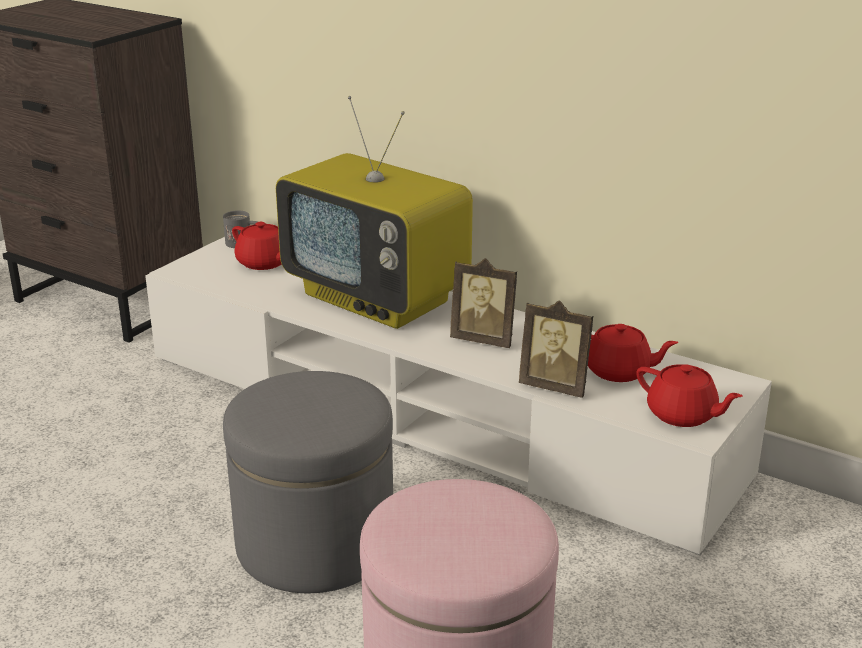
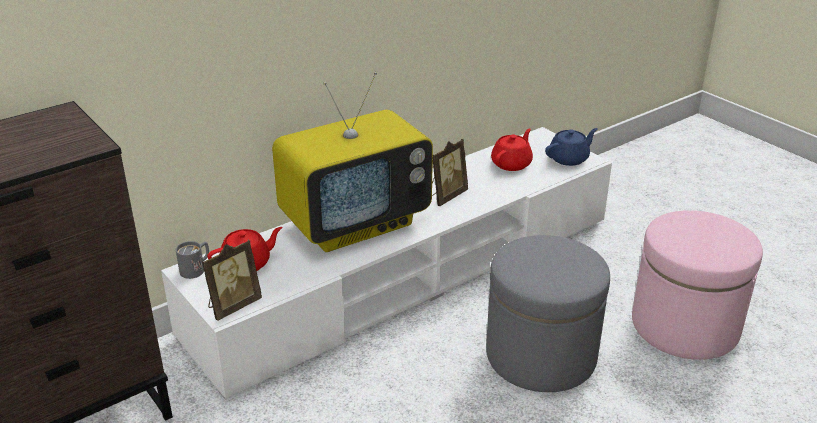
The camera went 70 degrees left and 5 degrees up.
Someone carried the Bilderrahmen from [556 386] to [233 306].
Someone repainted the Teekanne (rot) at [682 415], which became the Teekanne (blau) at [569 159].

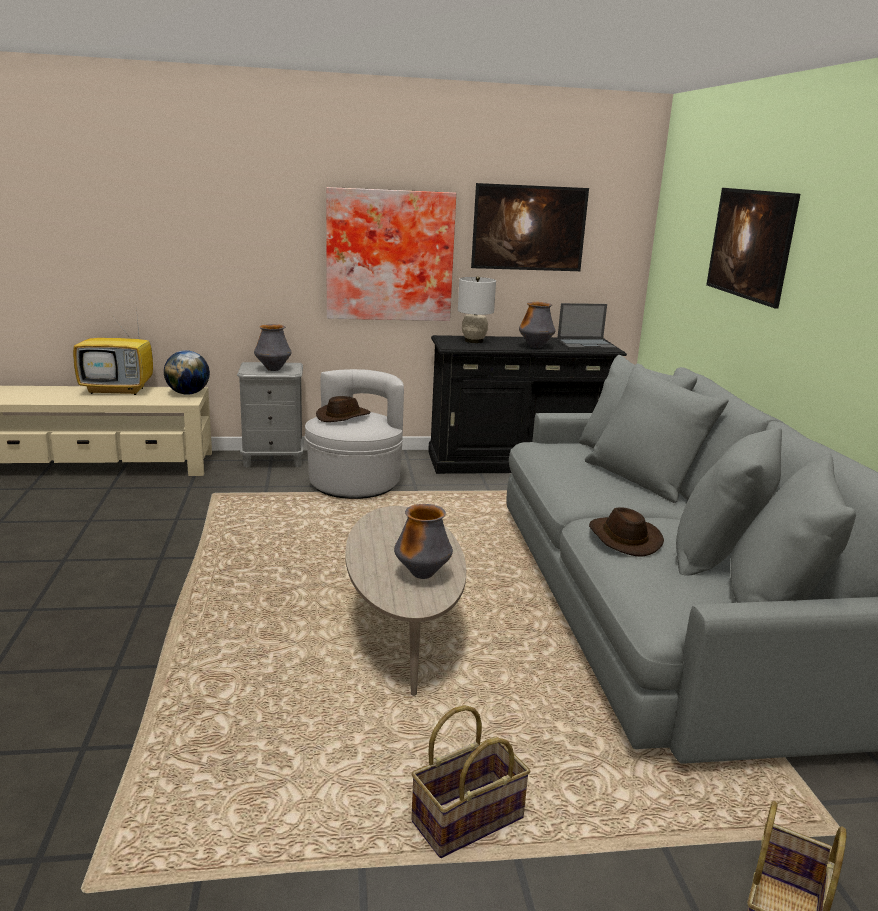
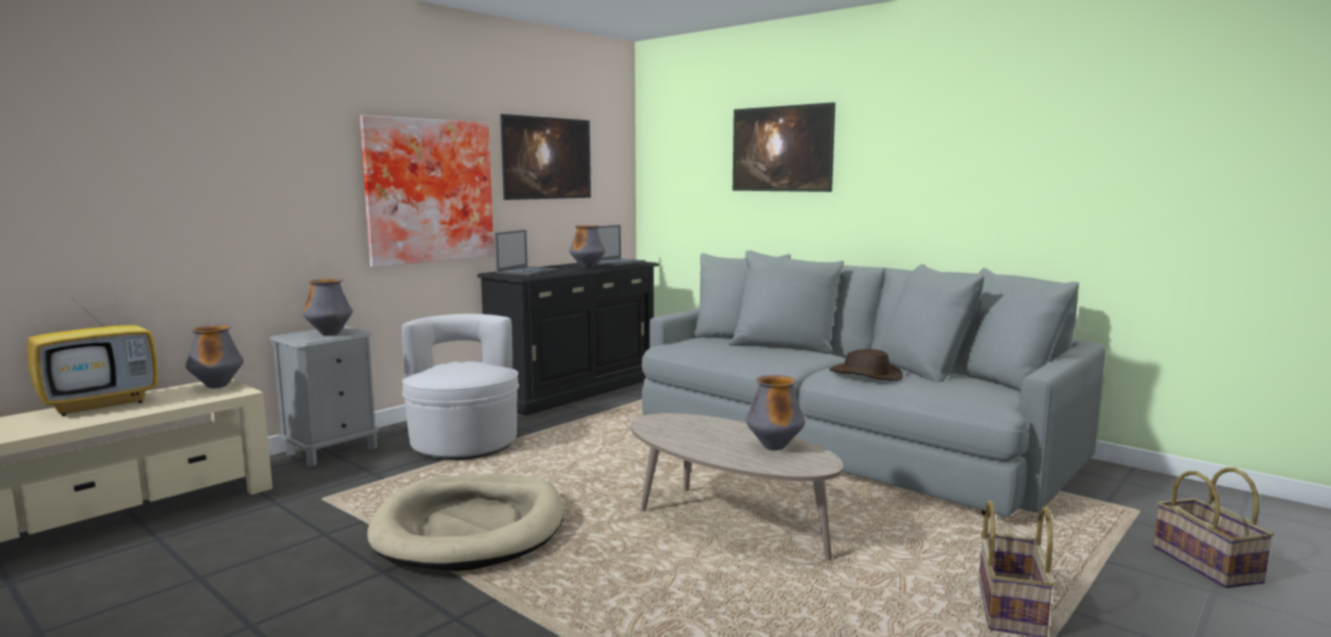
The camera went 40 degrees left and 10 degrees down.
Someone swapped the Tischlampe (weiß) at [474 341] for the Laptop at [527 271].
Someone swapped the Globus at [188 393] for the Vase at [217 386].
Someone took away the Hut (braun) at [343 416].
Someone put down the Hundebett (beige) at [470 528].

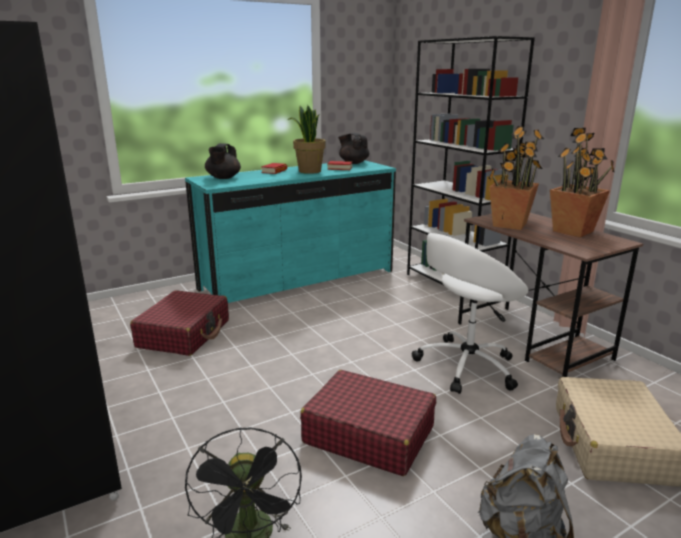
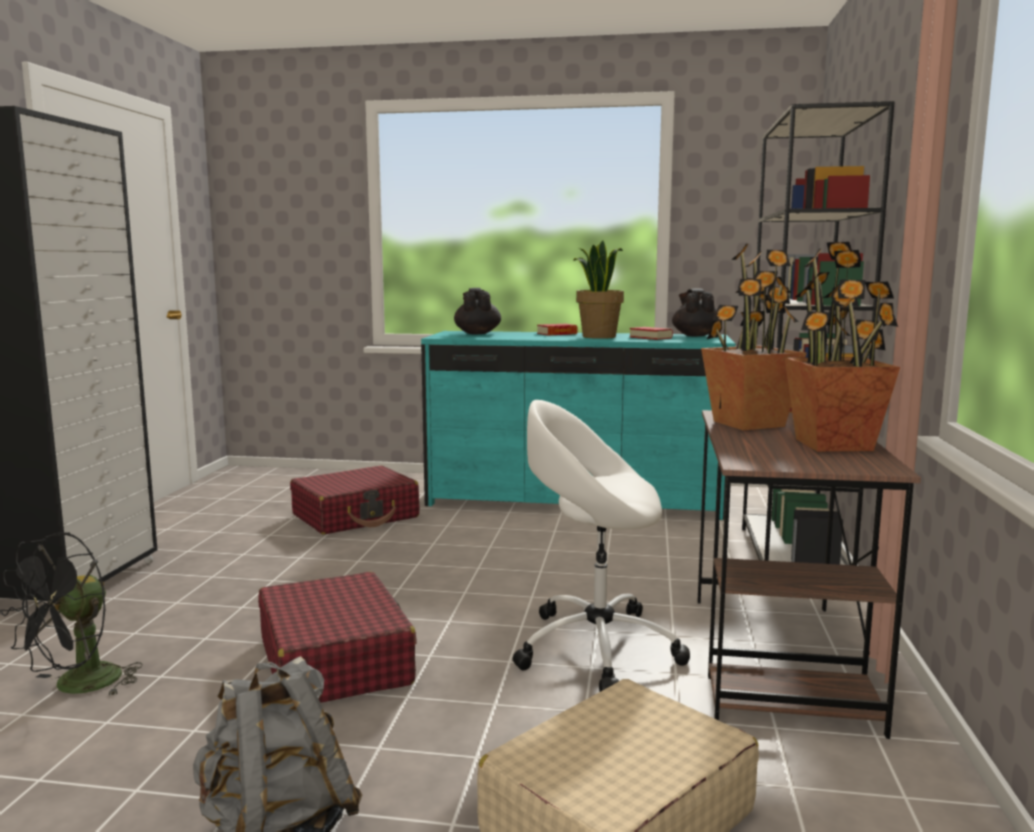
The camera went 40 degrees right and 10 degrees down.
Someone rotated the Teekanne (schwarz) at [223 178] by 120 degrees clockwise.

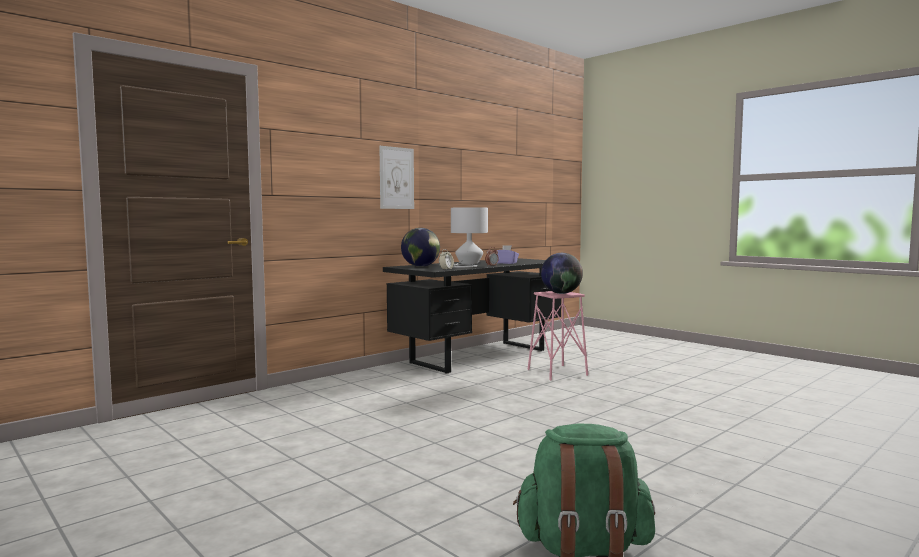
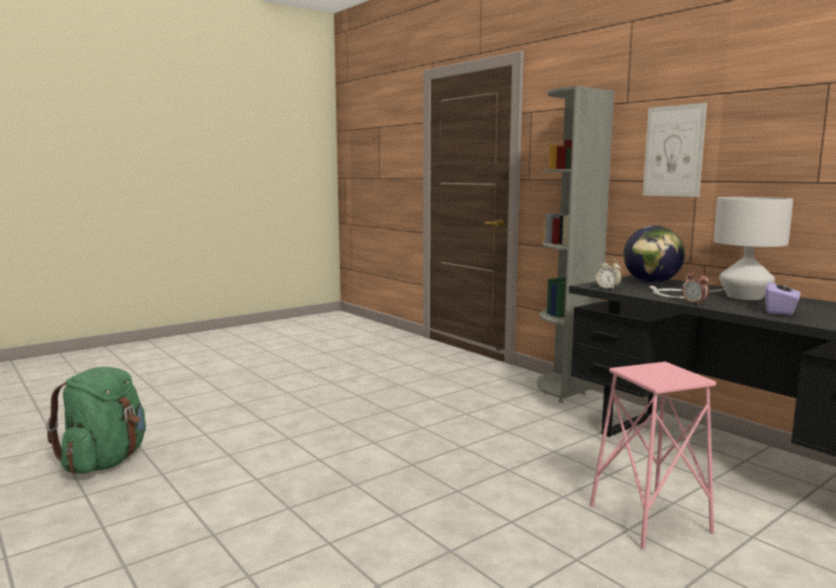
The camera went 95 degrees right and 5 degrees up.
Someone took away the Globus at [561 293].
Someone put down the Bücherregal (grau) at [561 393].

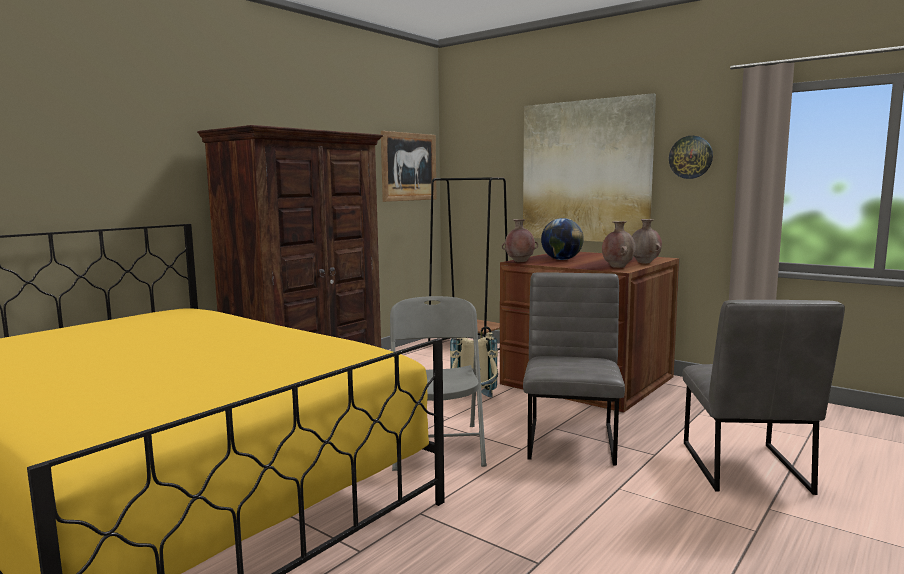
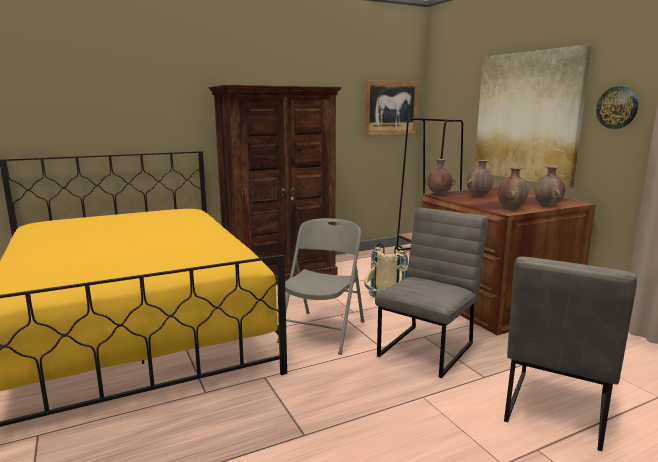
The camera went 25 degrees right and 5 degrees up.
Someone swapped the Globus at [561 259] for the Vase (braun) at [479 196].

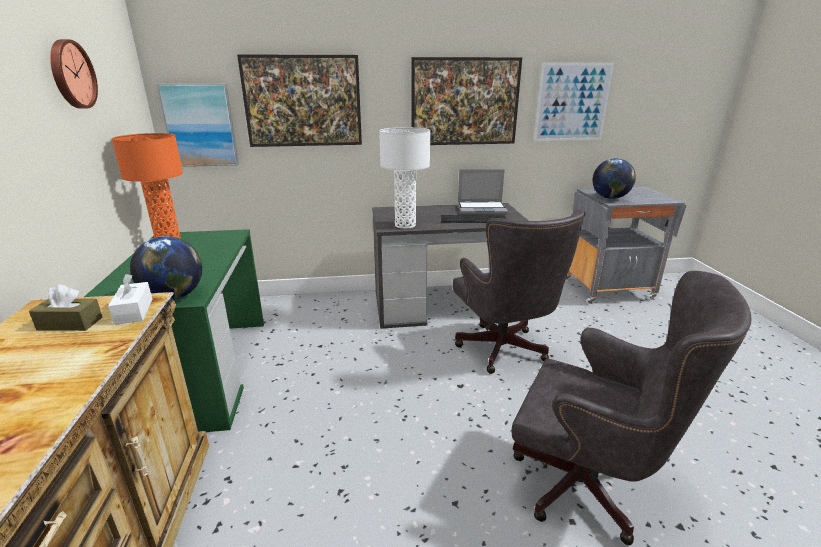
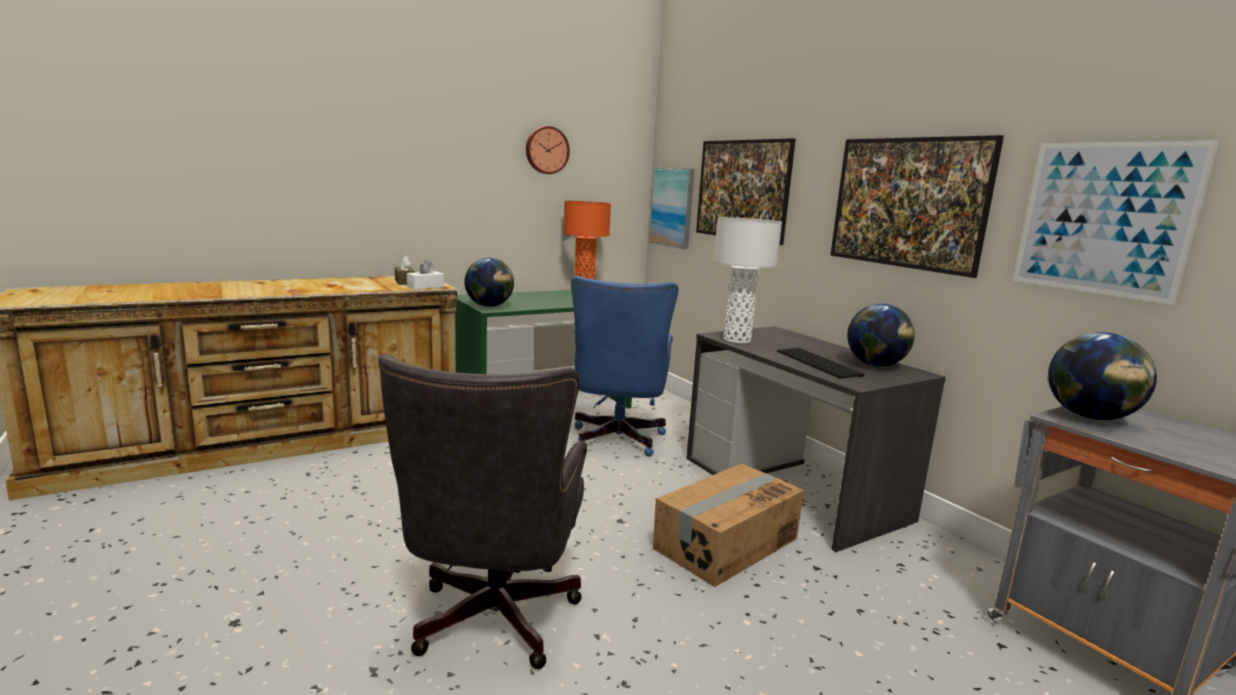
The camera went 65 degrees right and 10 degrees down.
Someone swapped the Laptop at [482 209] for the Globus at [875 365].
Someone swapped the Bürostuhl (grau) at [504 351] for the Karton at [725 543].
Someone put down the Bürostuhl (blau) at [617 441].

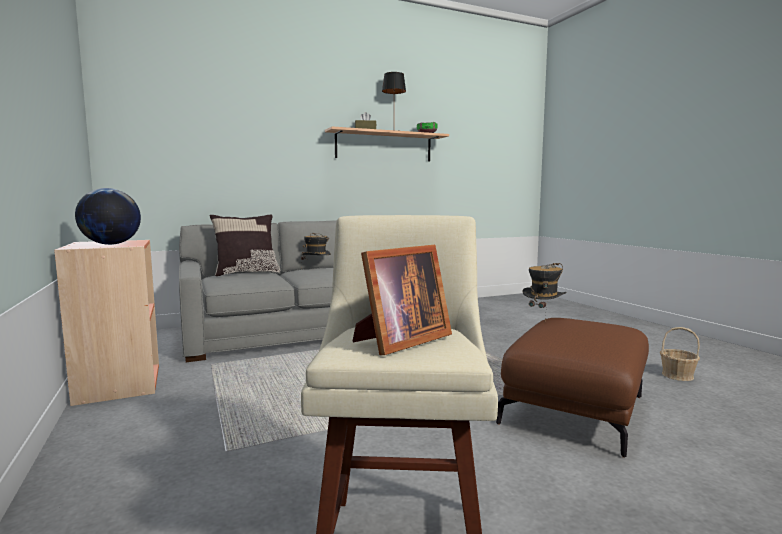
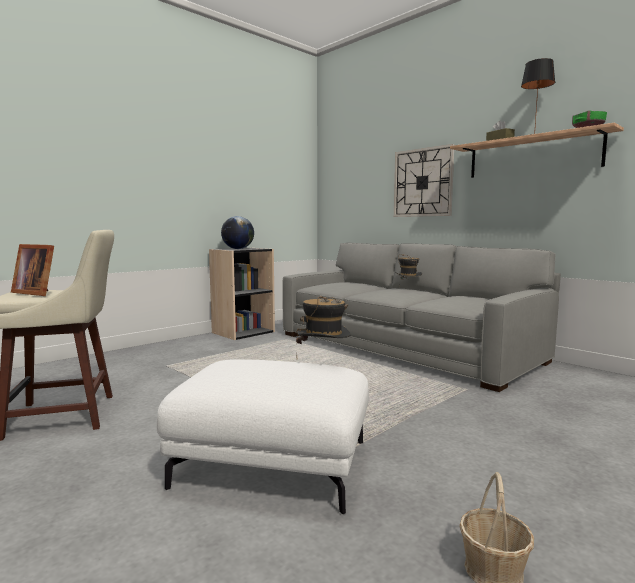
The camera went 70 degrees right and 0 degrees up.
Someone took away the Kissen at [246 273].
Someone repainted the Bücherregal (orange) at [118 383], which became the Bücherregal (schwarz) at [243 332].
Someone repainted the Polsterhocker (braun) at [576 411], which became the Polsterhocker (weiß) at [271 466].
Someone put up the Wanduhr at [423 182].

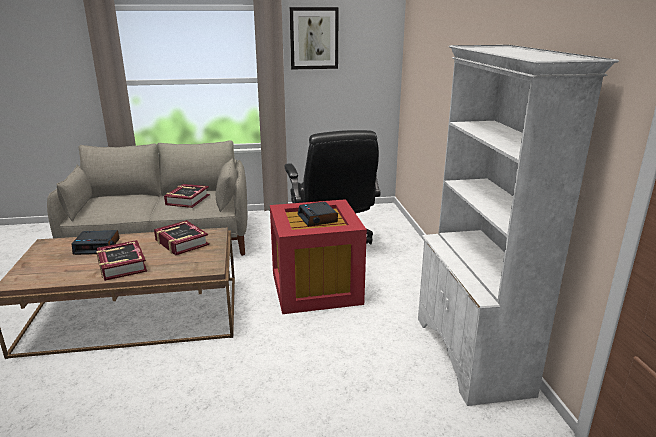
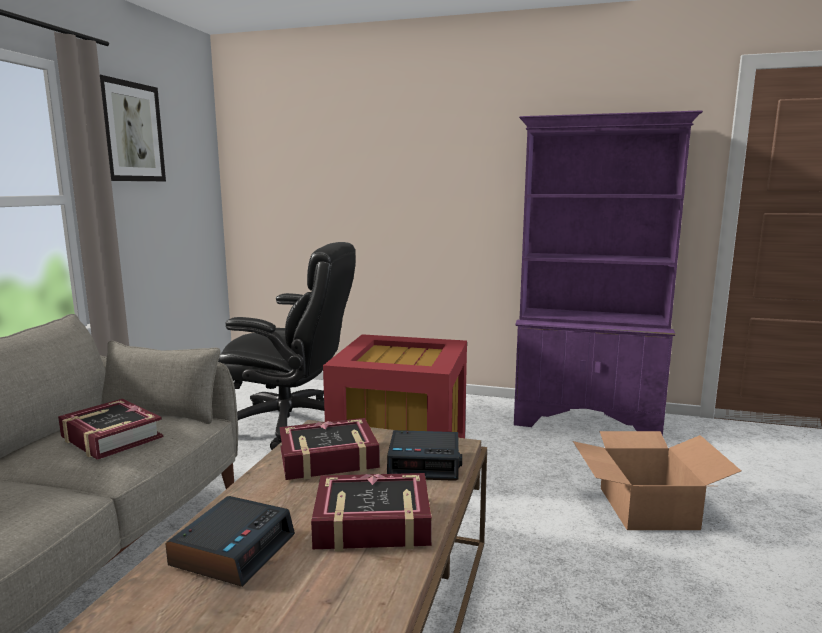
The camera went 65 degrees left and 10 degrees down.
Someone repainted the Bücherregal (weiß) at [472 354], which became the Bücherregal (lila) at [585 419].
Someone carried the Wecker from [318 218] to [425 463].
Someone put down the Karton at [646 508].

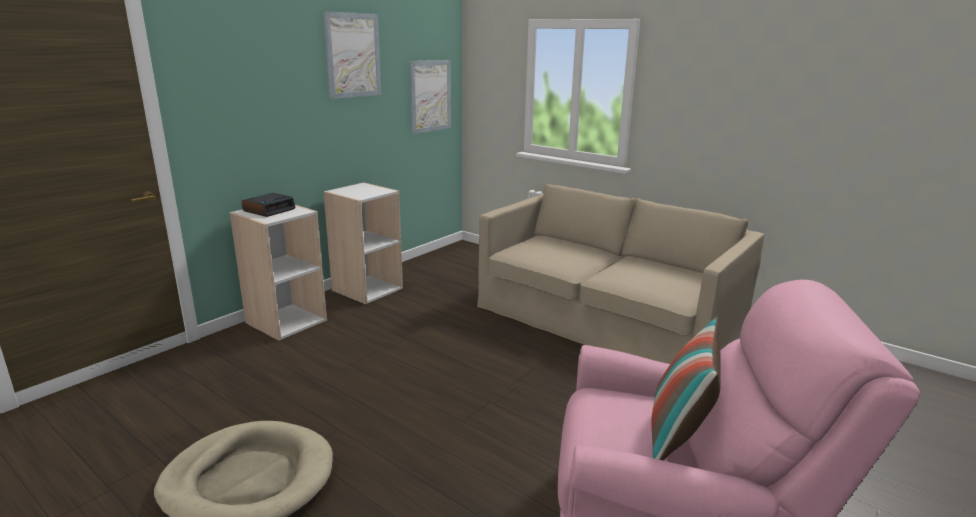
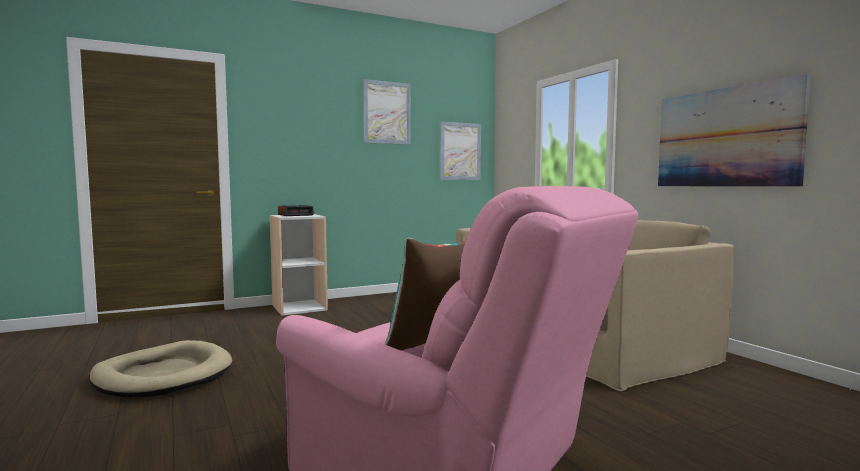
The camera went 25 degrees right and 15 degrees down.
Someone took away the Bücherregal at [368 289].
Someone put up the Bild at [726 137].

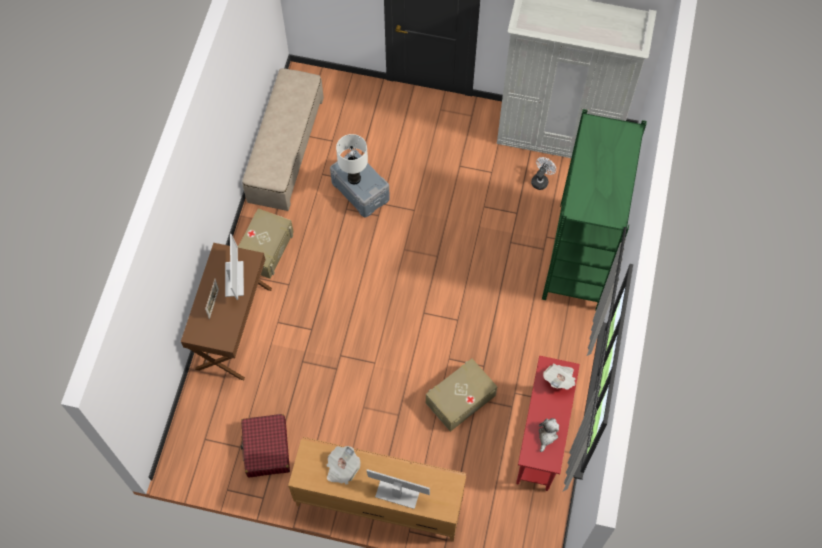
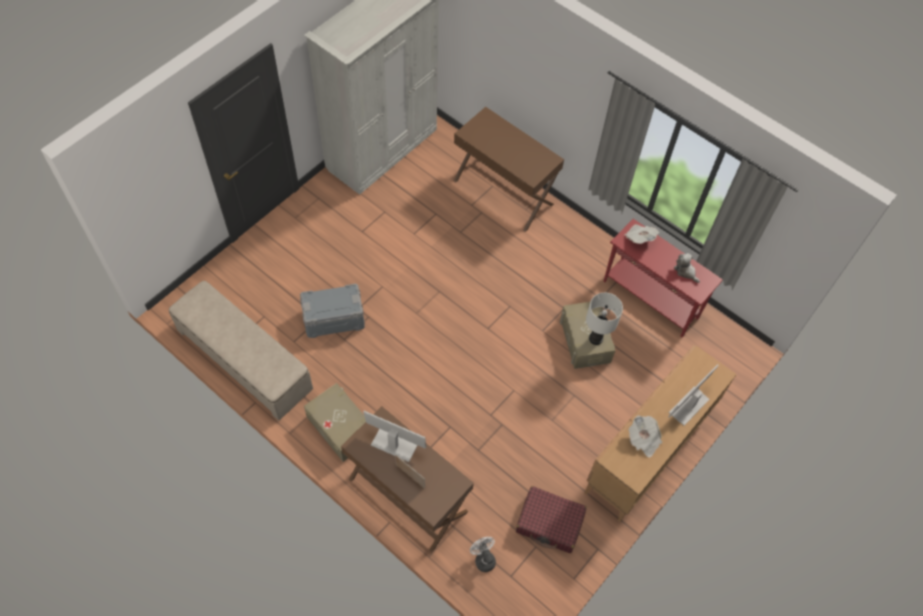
The camera went 65 degrees left and 5 degrees down.
Someone swapped the Bücherregal (grün) at [579 256] for the Schreibtisch (braun) at [503 192].
Someone carried the Tischlampe (weiß) from [354 179] to [596 339].
Someone carried the Ventilator (weiß) from [541 180] to [483 558].

